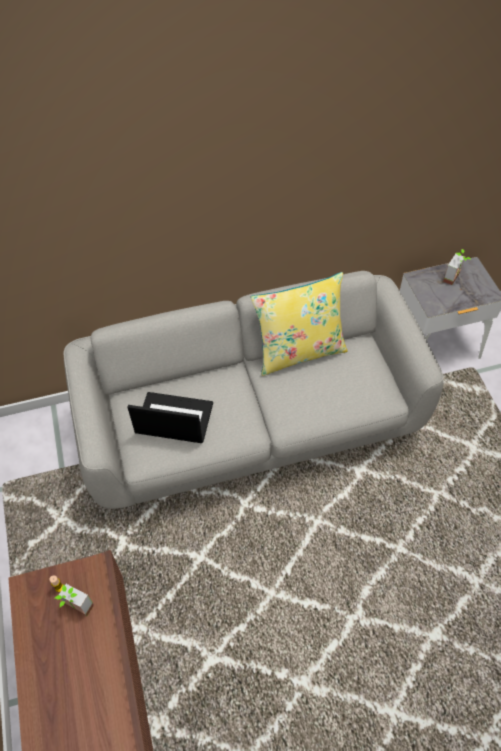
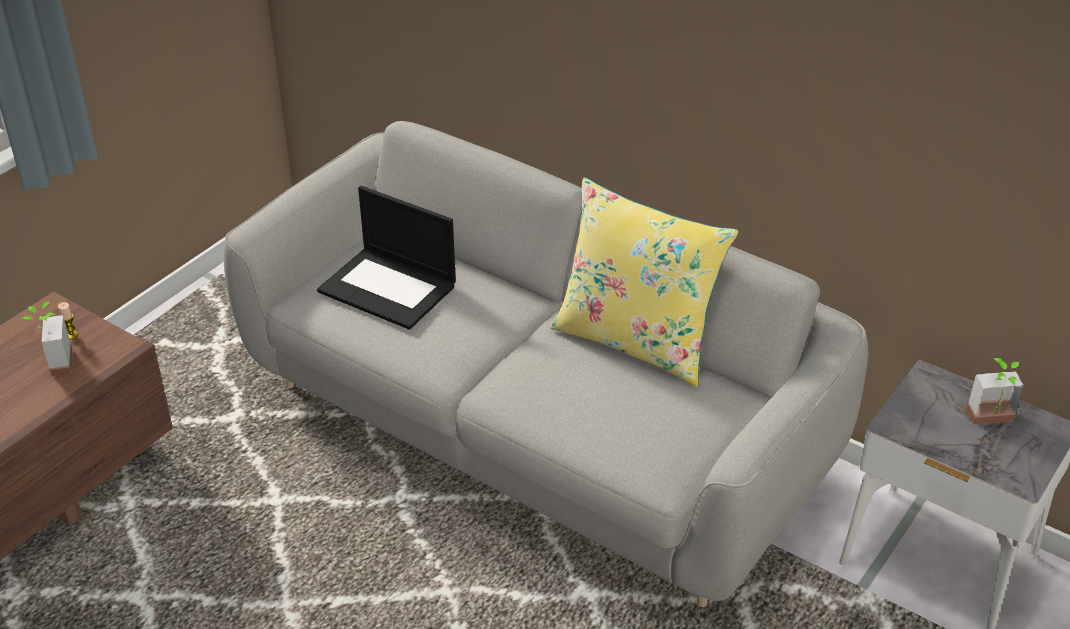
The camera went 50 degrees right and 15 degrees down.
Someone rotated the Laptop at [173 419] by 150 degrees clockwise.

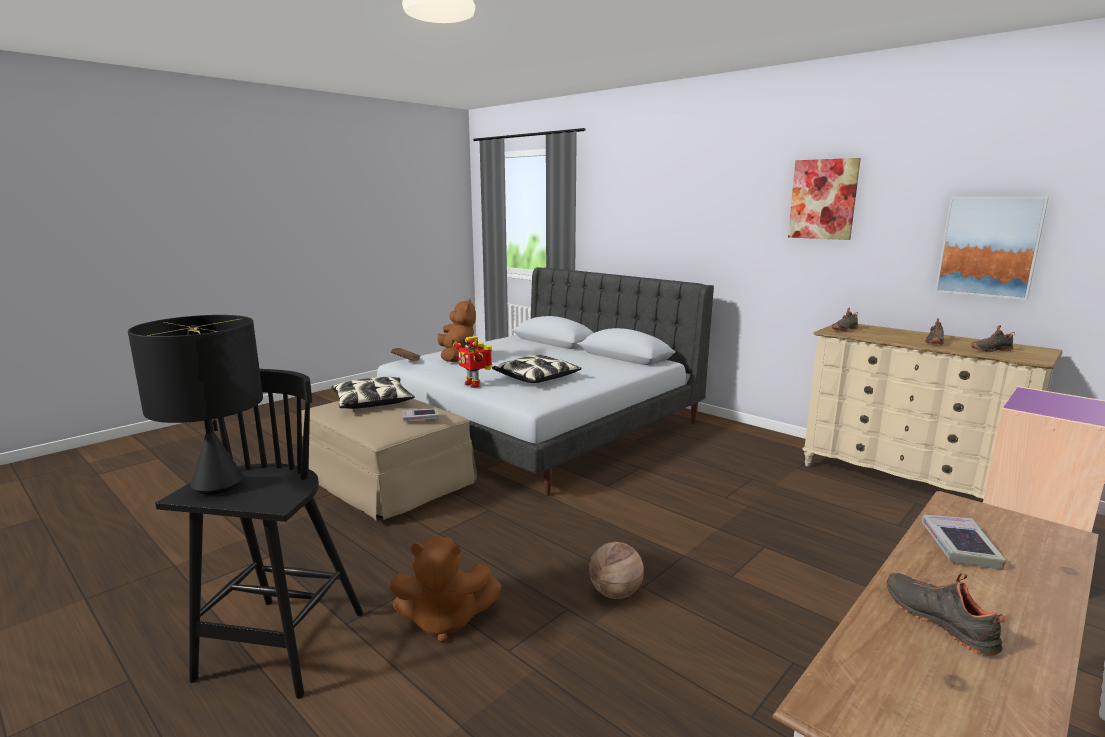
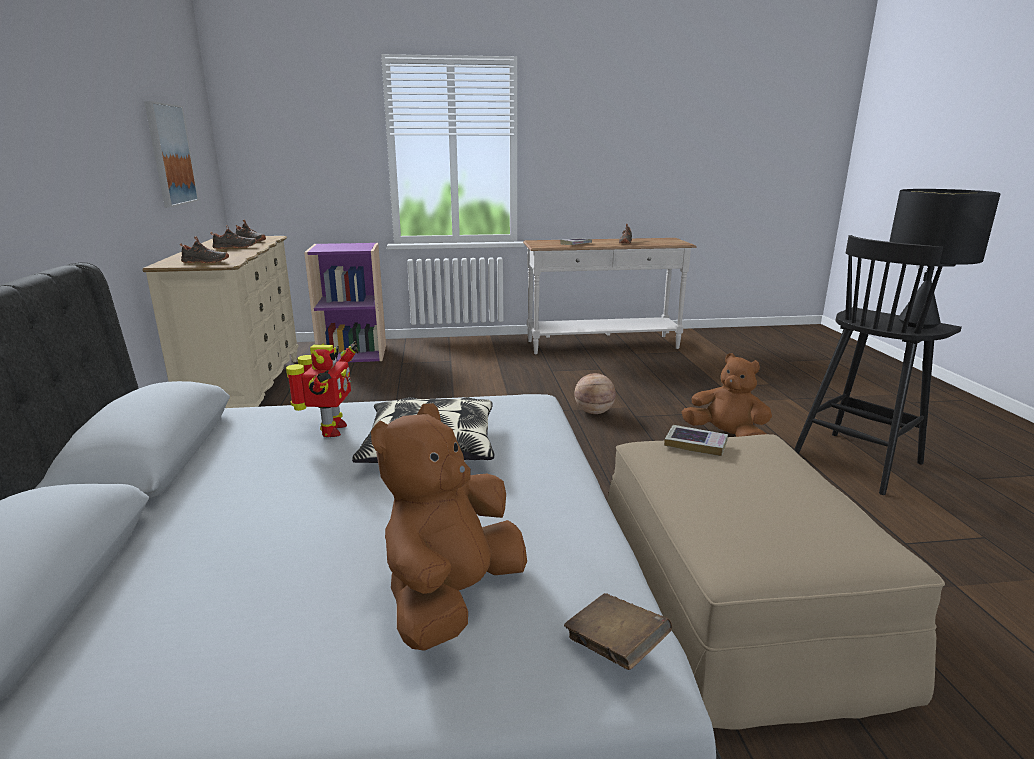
The camera went 140 degrees left and 5 degrees up.
Someone took away the Bild at [823 199].
Someone carried the Spielzeugroboter from [473 384] to [330 430].
Someone took away the Kissen at [372 402].

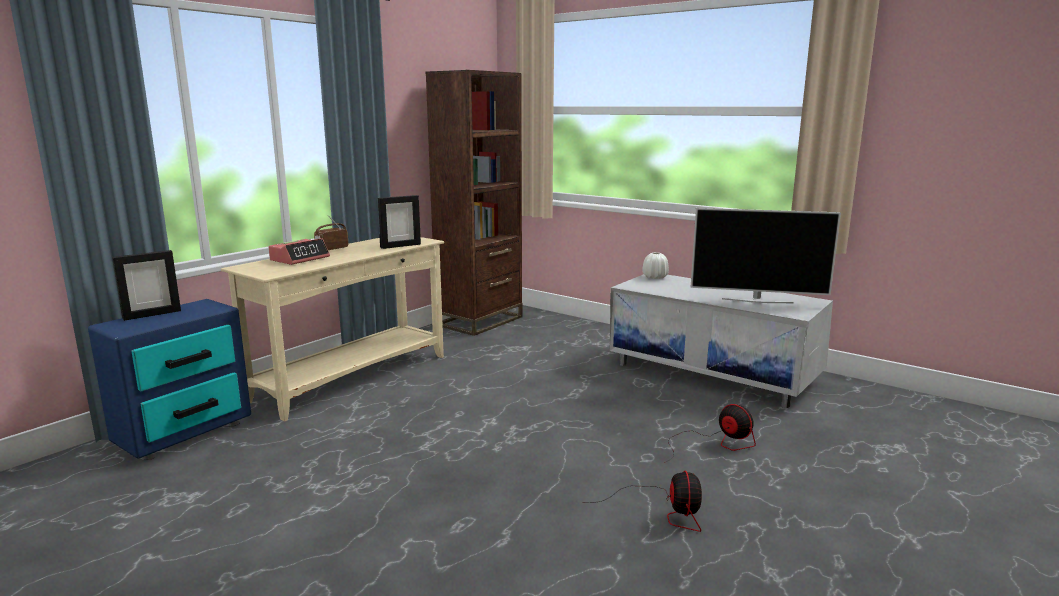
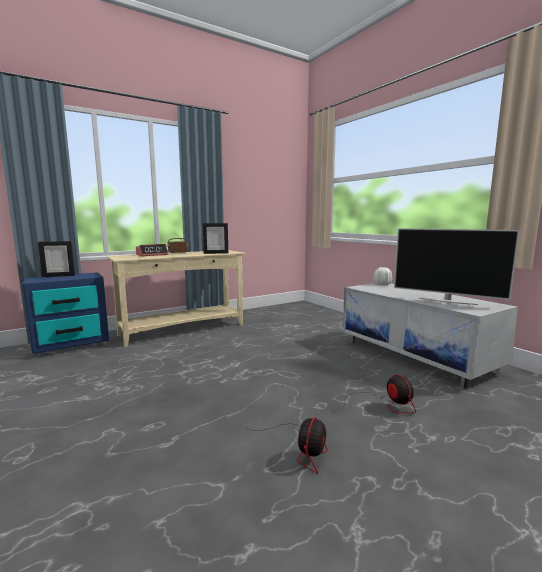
The camera went 20 degrees right and 5 degrees down.
Someone took away the Bücherregal (braun) at [480 321].

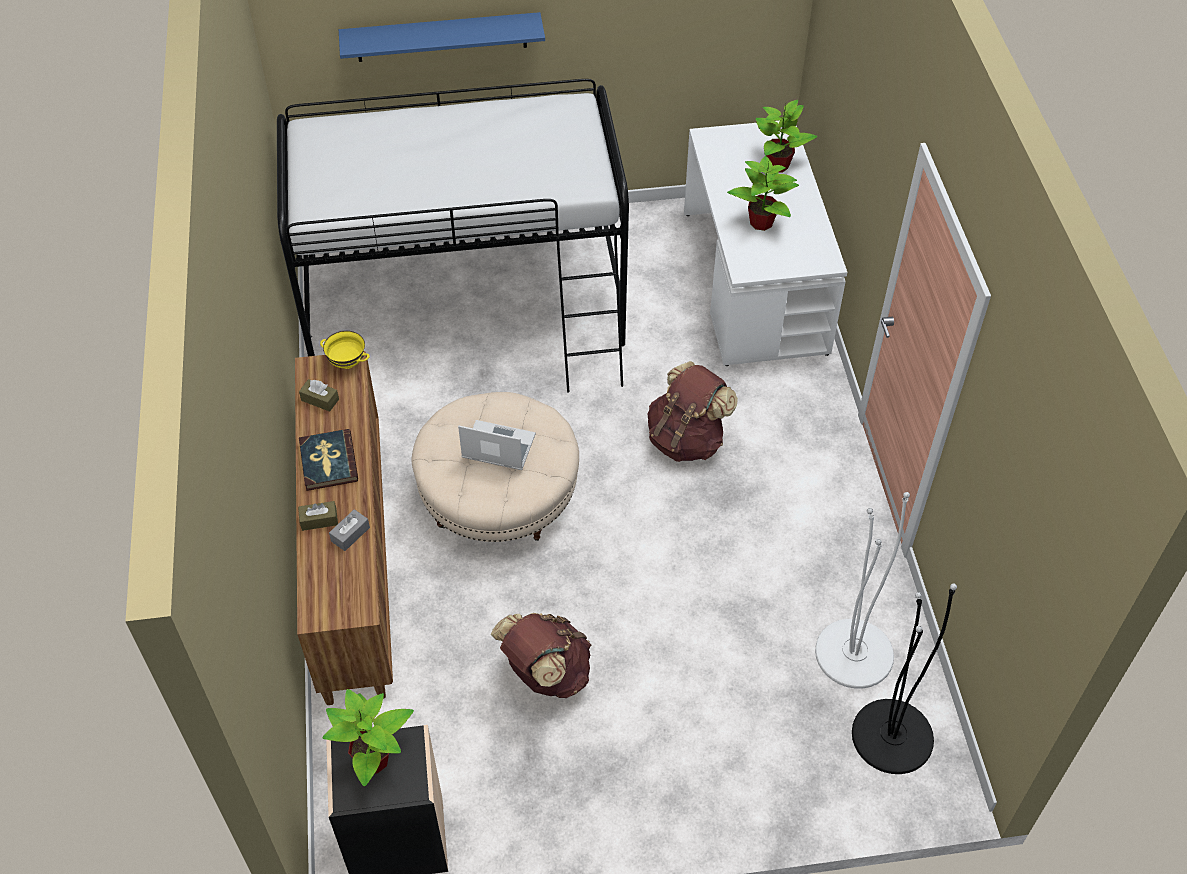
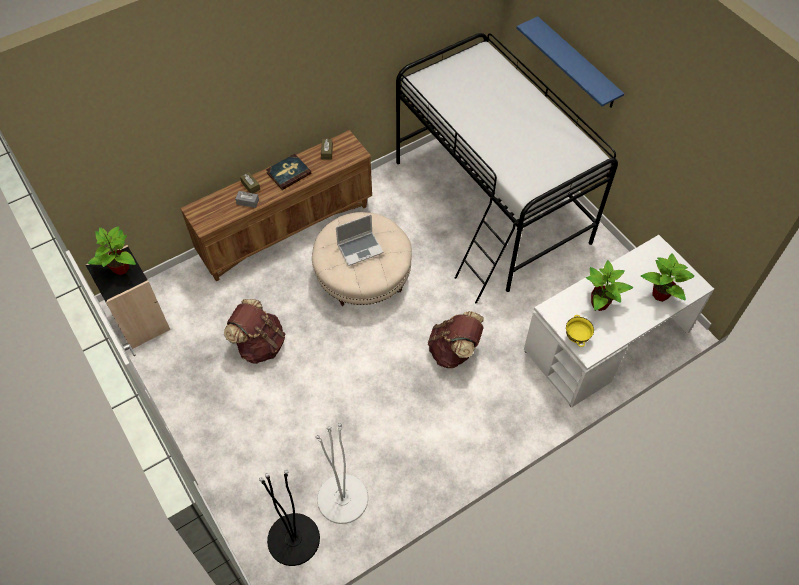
The camera went 65 degrees right and 5 degrees up.
Someone carried the Schüssel (gelb) from [347 363] to [576 337].
Someone rotated the Laptop at [497 447] by 75 degrees clockwise.

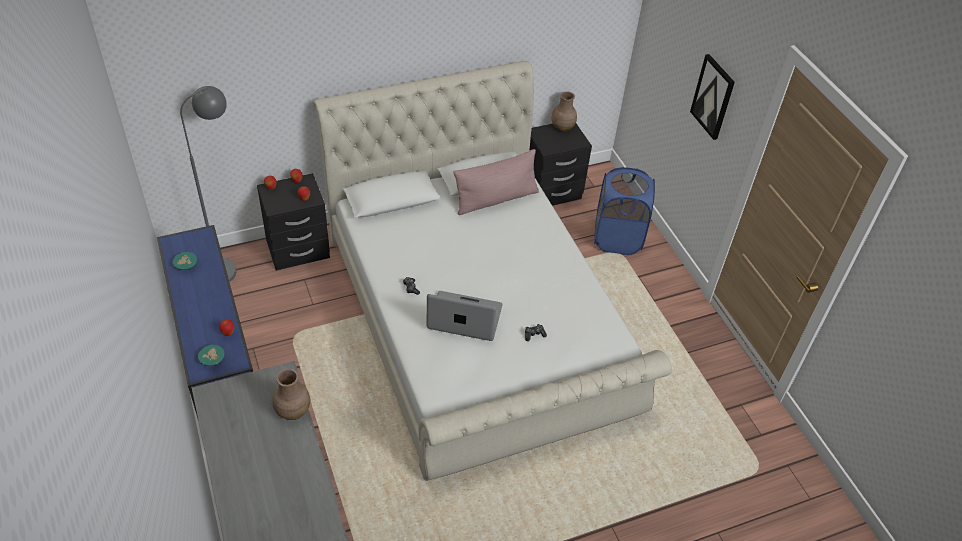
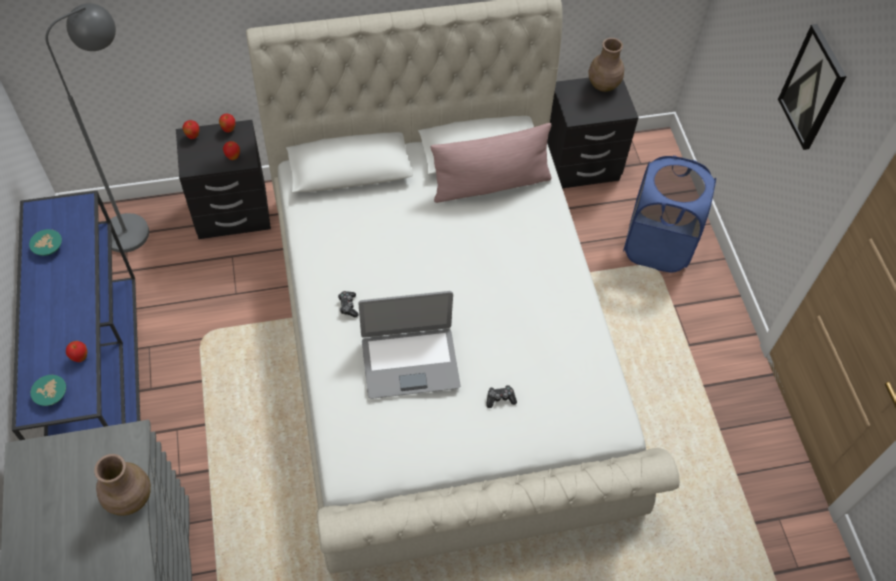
The camera went 10 degrees right and 10 degrees up.
Someone rotated the Laptop at [464 318] by 150 degrees clockwise.

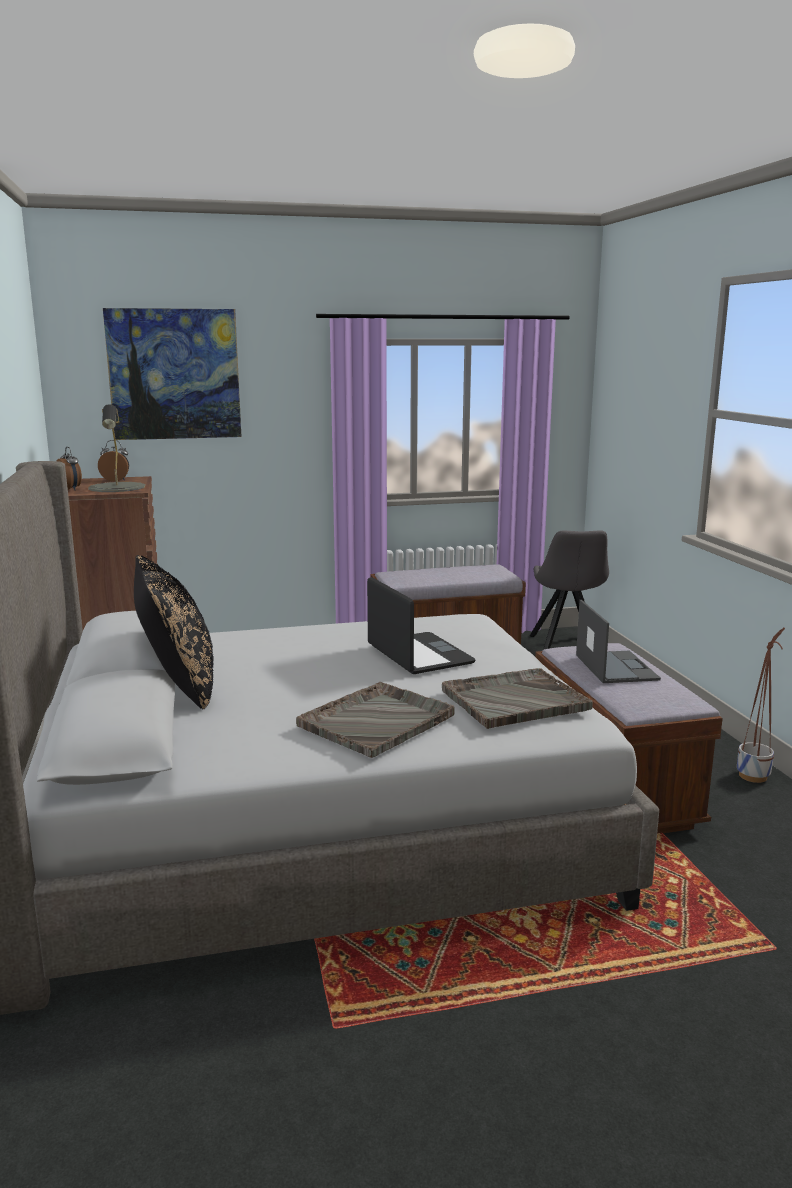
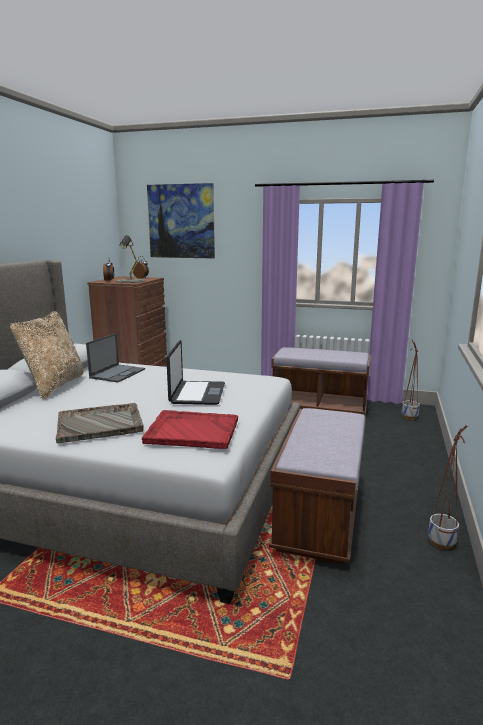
The camera went 30 degrees right and 0 degrees up.
Someone swapped the Stuhl (grau) at [566 646] for the Pflanzkübel at [409 417].
Someone repainted the Kissen (schwarz) at [178 688], which became the Kissen (beige) at [55 386].
Someone carried the Laptop from [615 667] to [118 373].
Someone repainted the Tablett (grau) at [513 700], which became the Tablett (rot) at [191 431].

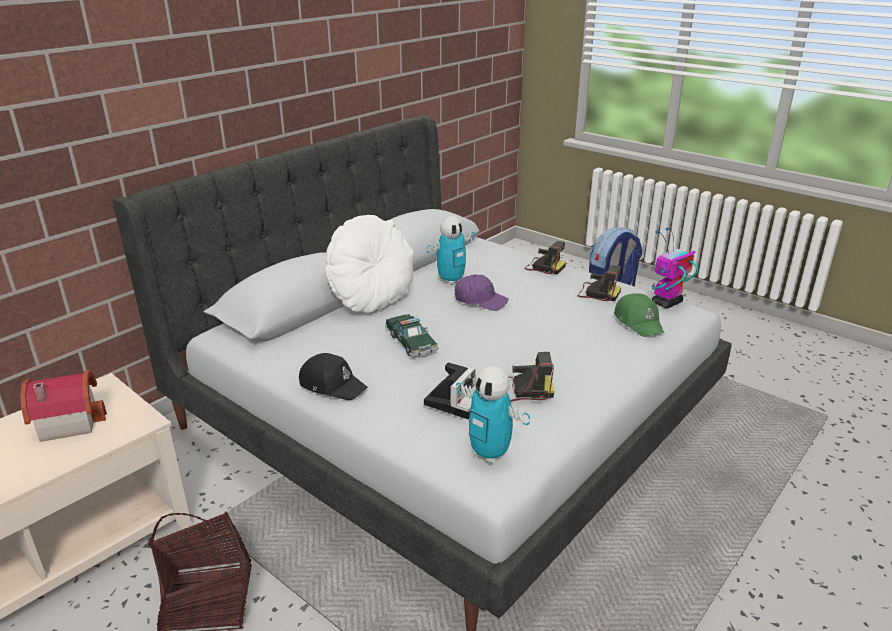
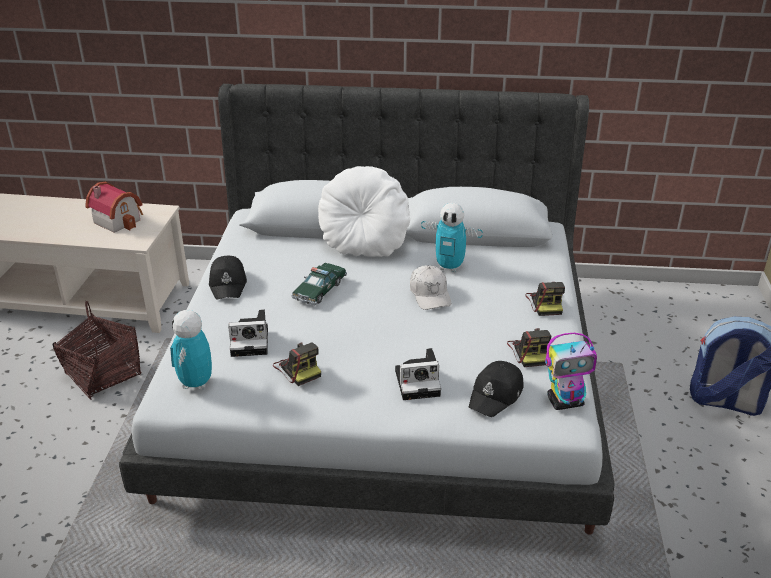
The camera went 55 degrees right and 5 degrees up.
Someone rotated the Spielzeugroboter at [666 303] by 150 degrees clockwise.
Someone repainted the Kappe (lila) at [480 300], which became the Kappe (weiß) at [430 294].
Someone repainted the Kappe (grün) at [639 322], which became the Kappe (schwarz) at [496 395].
Someone put down the Kamera at [419 382].

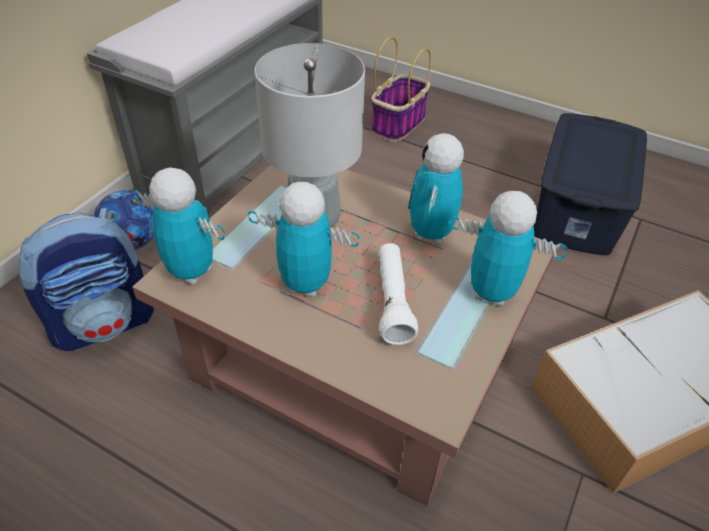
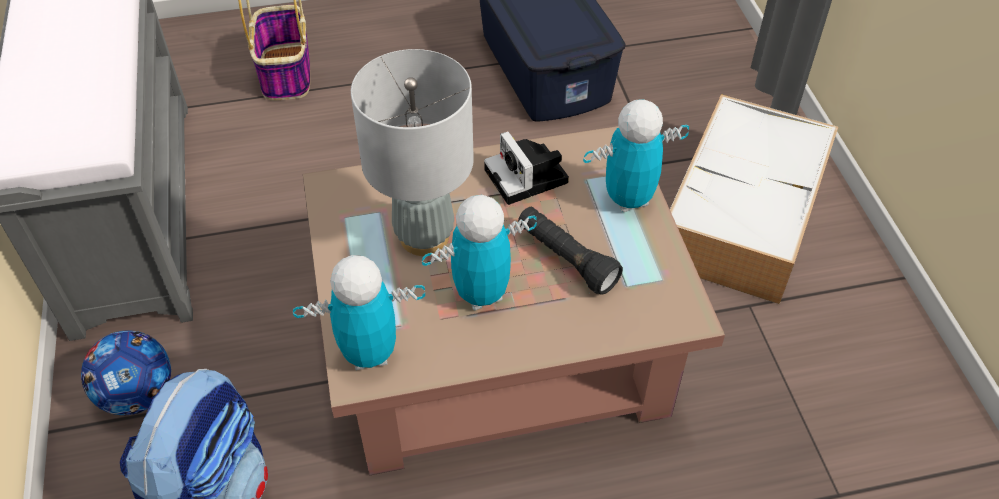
The camera went 40 degrees left and 5 degrees up.
Someone swapped the Spielzeugroboter at [430 233] for the Kamera at [528 178].
Someone repainted the Taschenlampe (weiß) at [392 302], which became the Taschenlampe (schwarz) at [565 259].

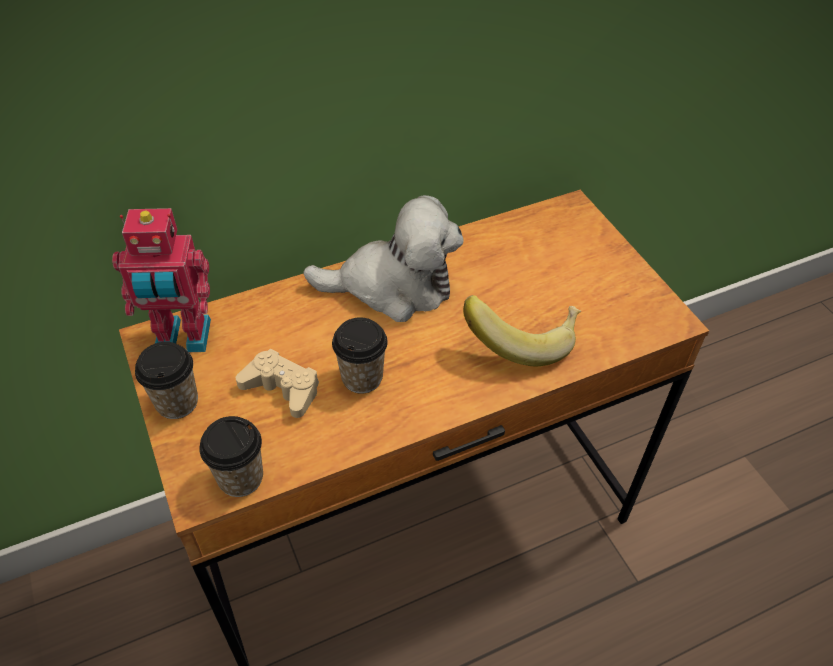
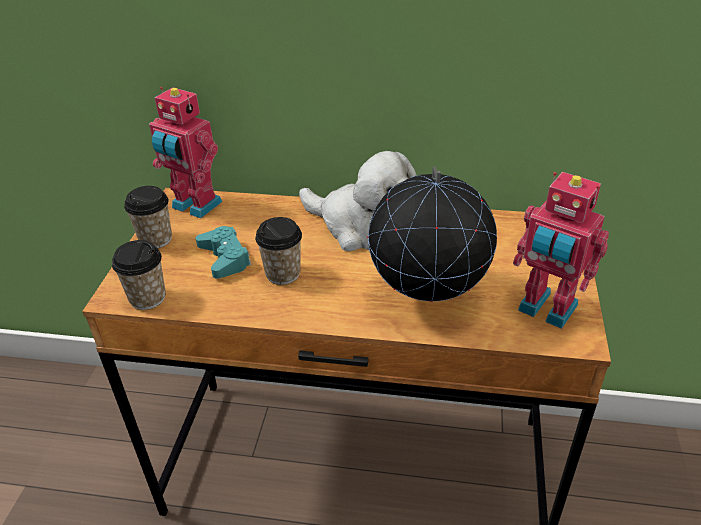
The camera went 35 degrees right and 10 degrees down.
Someone swapped the Banane at [522 340] for the Globus at [427 298].
Someone repainted the Gamepad (beige) at [282 388], which became the Gamepad (türkis) at [225 258].
Someone put down the Spielzeugroboter at [546 310].

